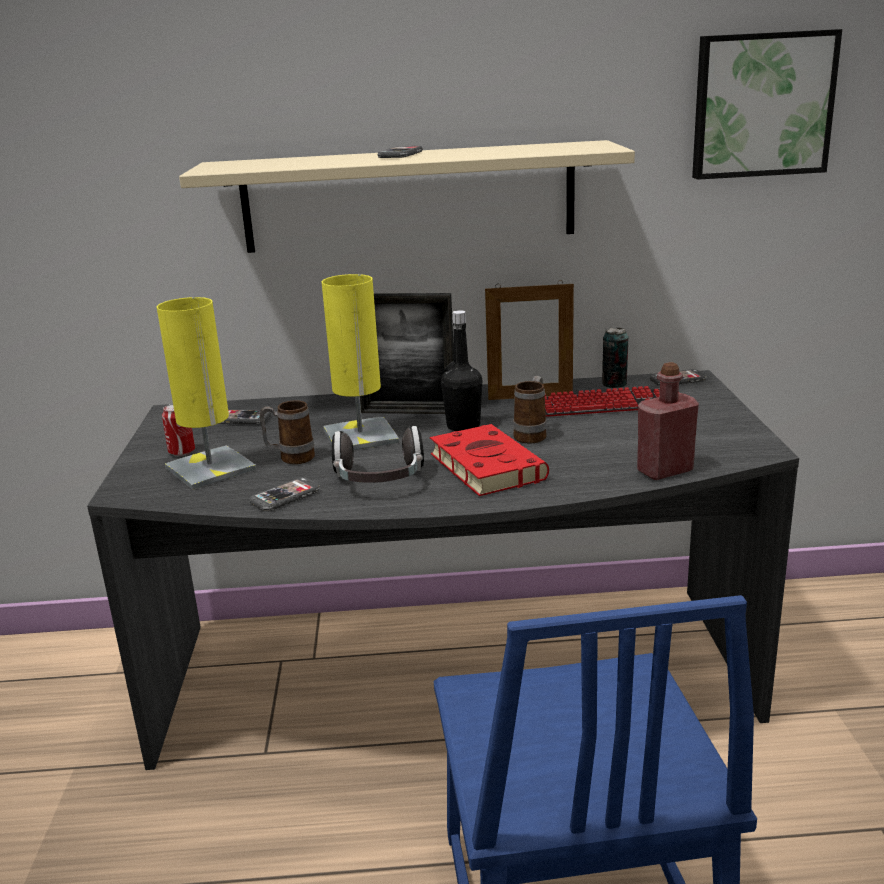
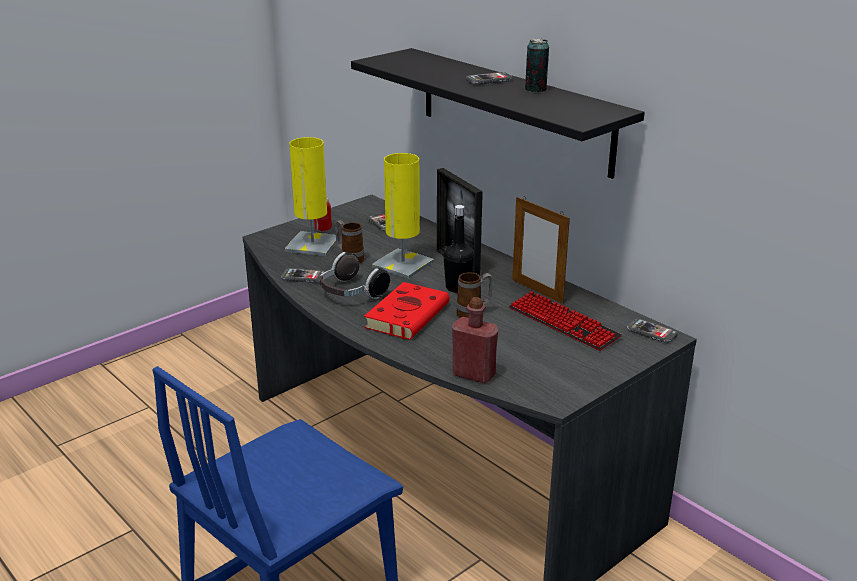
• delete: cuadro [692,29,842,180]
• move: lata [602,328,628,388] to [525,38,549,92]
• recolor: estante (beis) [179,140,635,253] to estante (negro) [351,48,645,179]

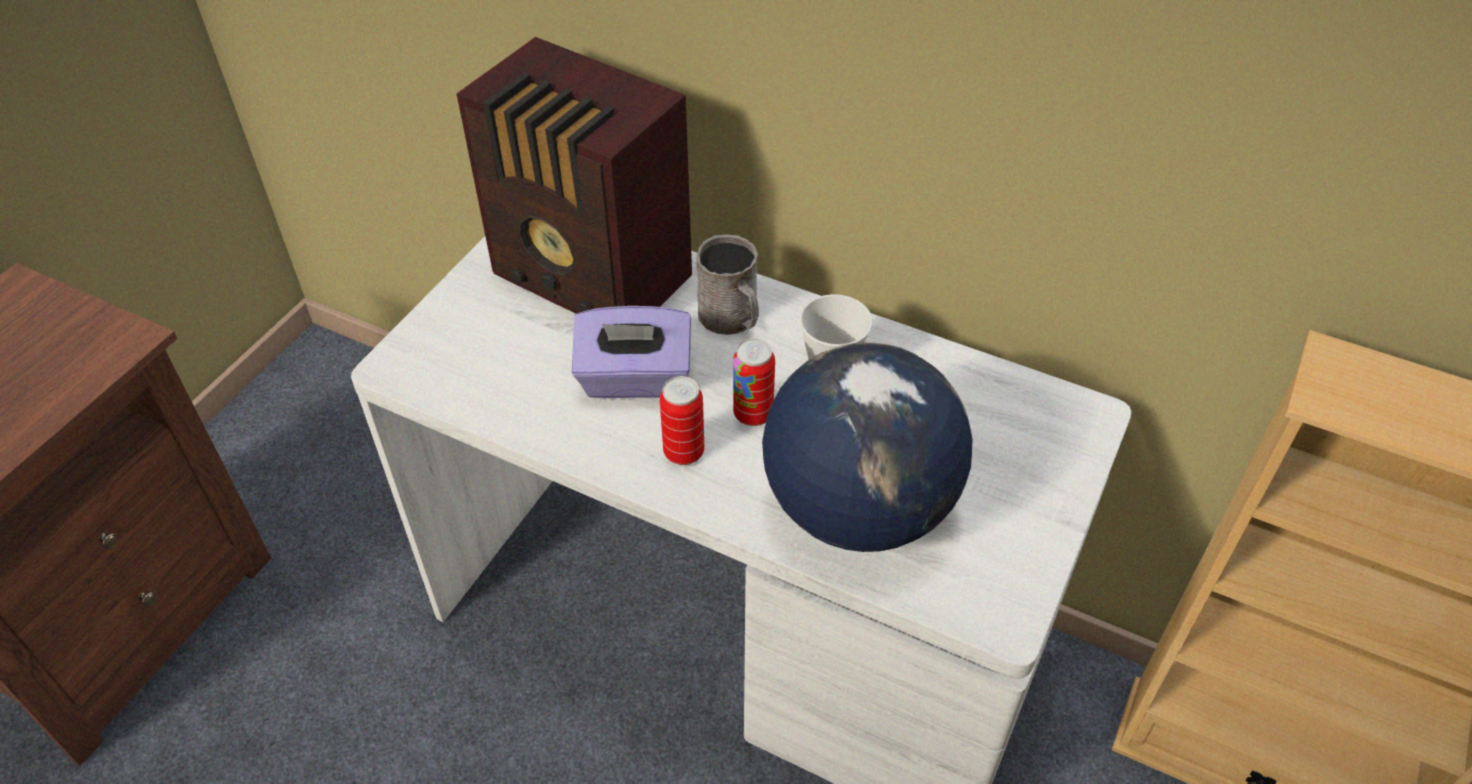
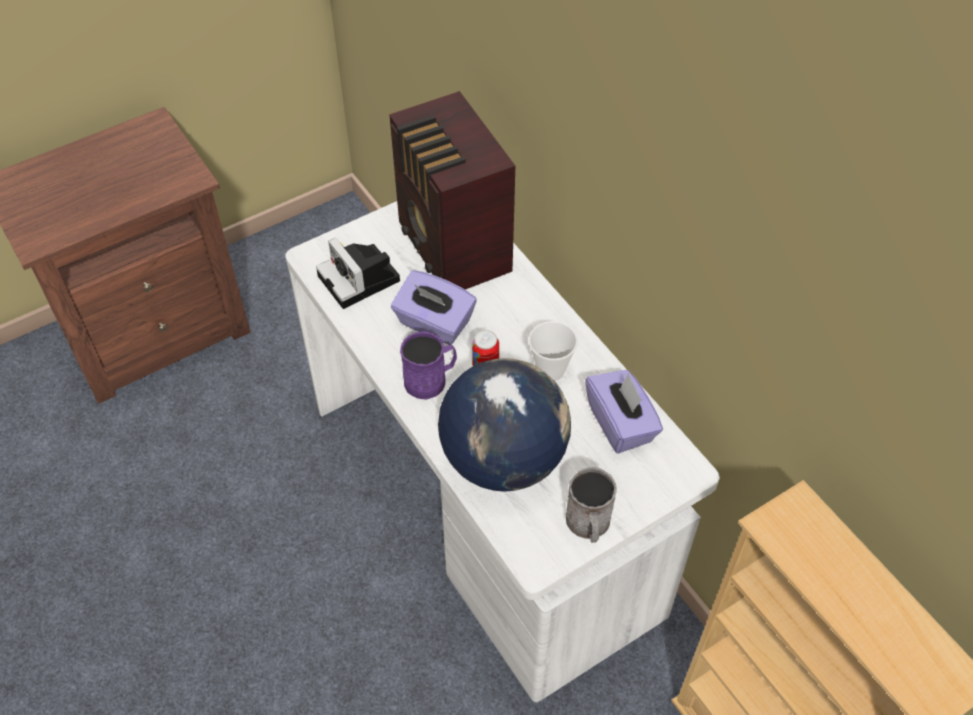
• insert: cámara [316,237,400,309]
• insert: caja de pañuelos (morado) [585,370,663,453]
• move: taza grande (gris) [696,234,759,335] to [566,467,617,543]
• replace: lata [660,376,704,465] to taza grande (morado) [400,331,457,400]

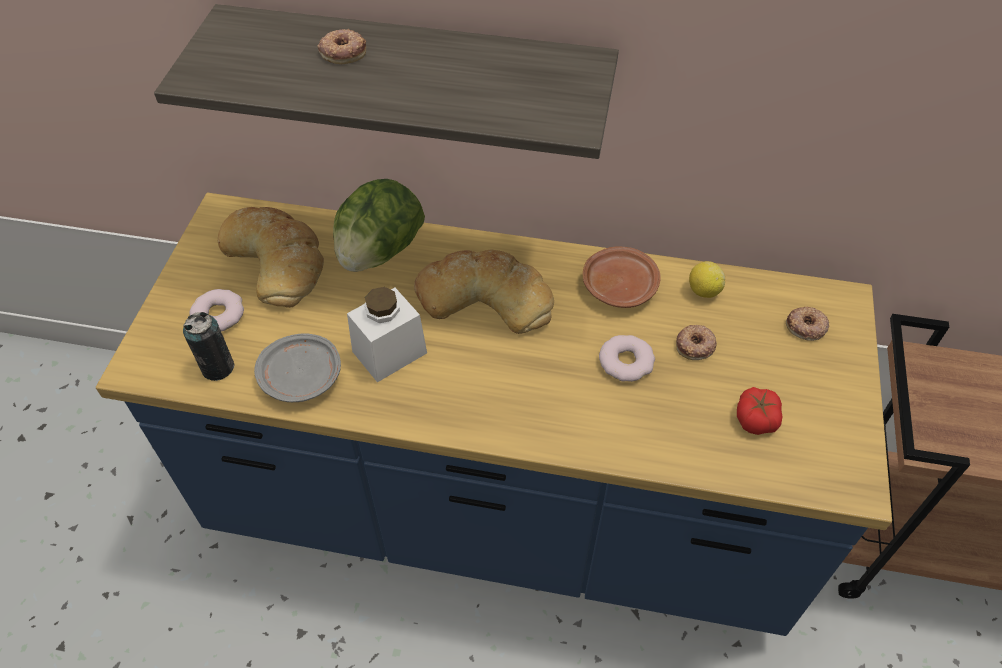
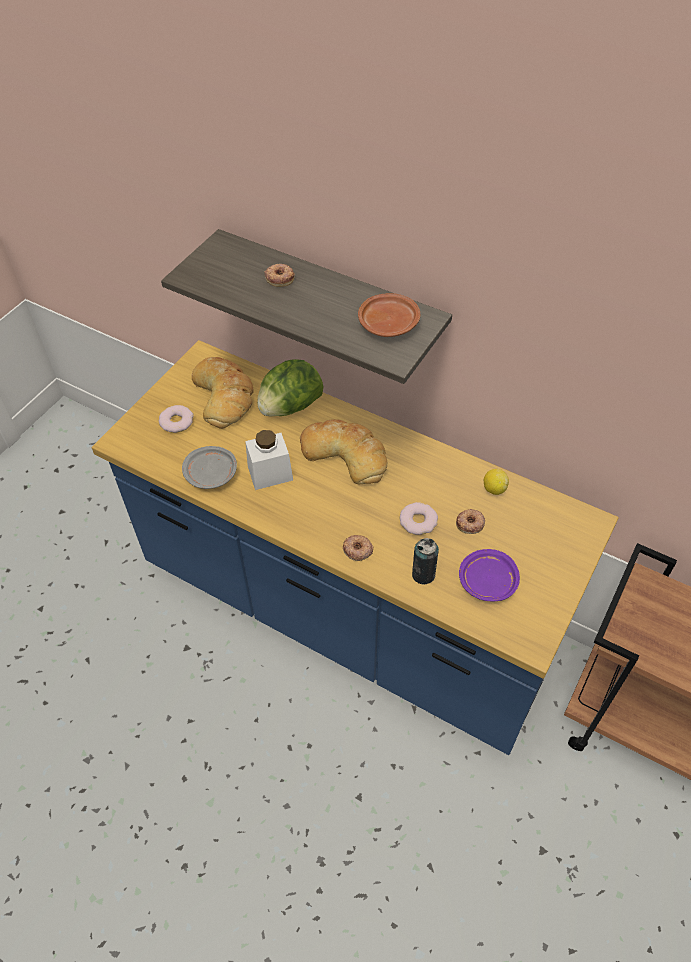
• move: lata [183,312,235,381] to [412,538,439,585]
• move: plato (marrón) [583,247,661,308] to [358,293,420,337]
• move: rosquilla [786,306,830,341] to [342,535,373,561]
• replace: tomate [737,387,783,435] to plato (morado) [459,549,520,601]

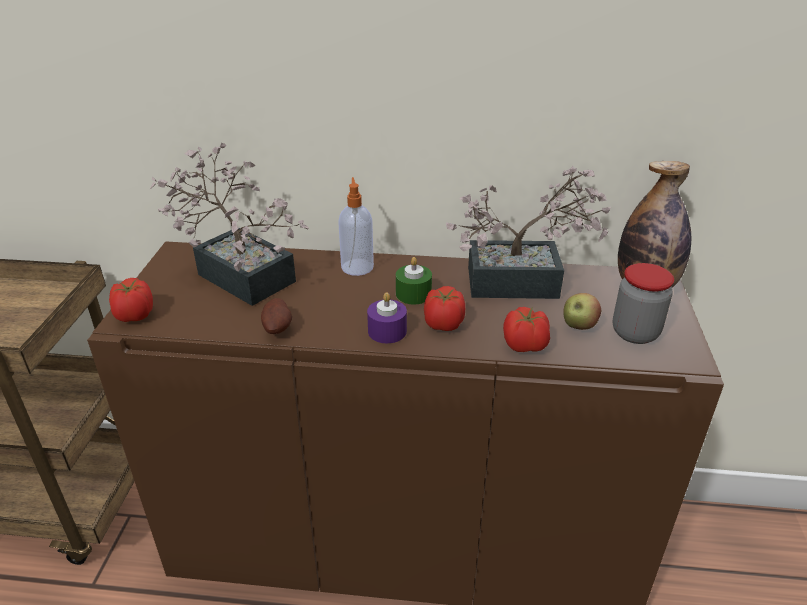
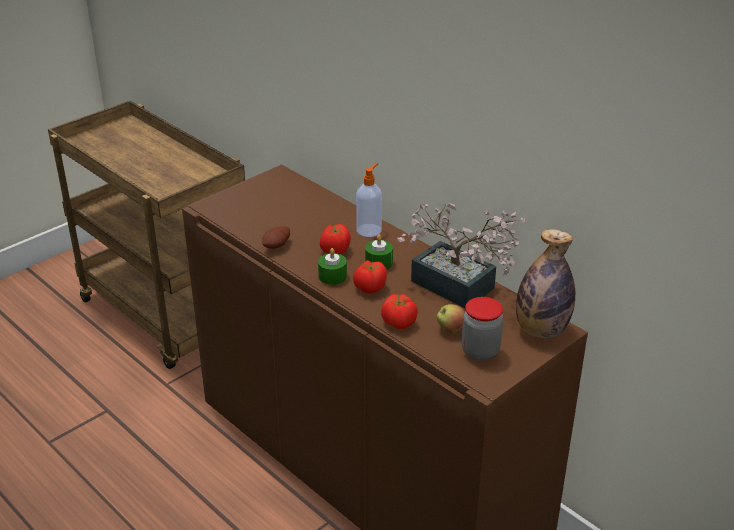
• delete: planta en maceta [150,143,309,306]
• move: tomate [109,278,153,322] to [320,224,351,254]
• recolor: vela (morado) [367,292,407,343] to vela (verde) [318,248,347,285]

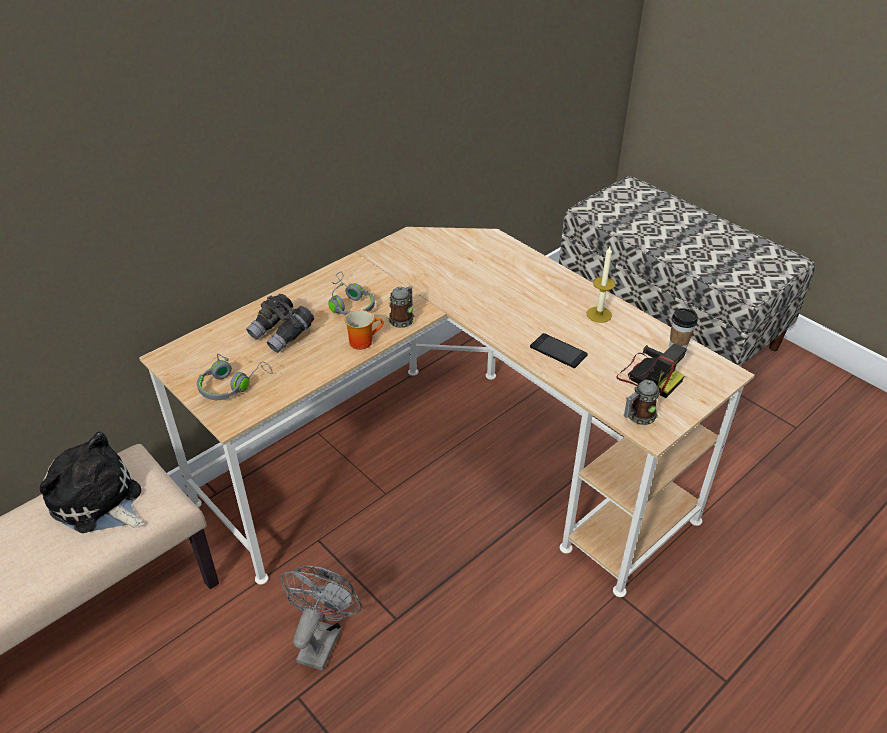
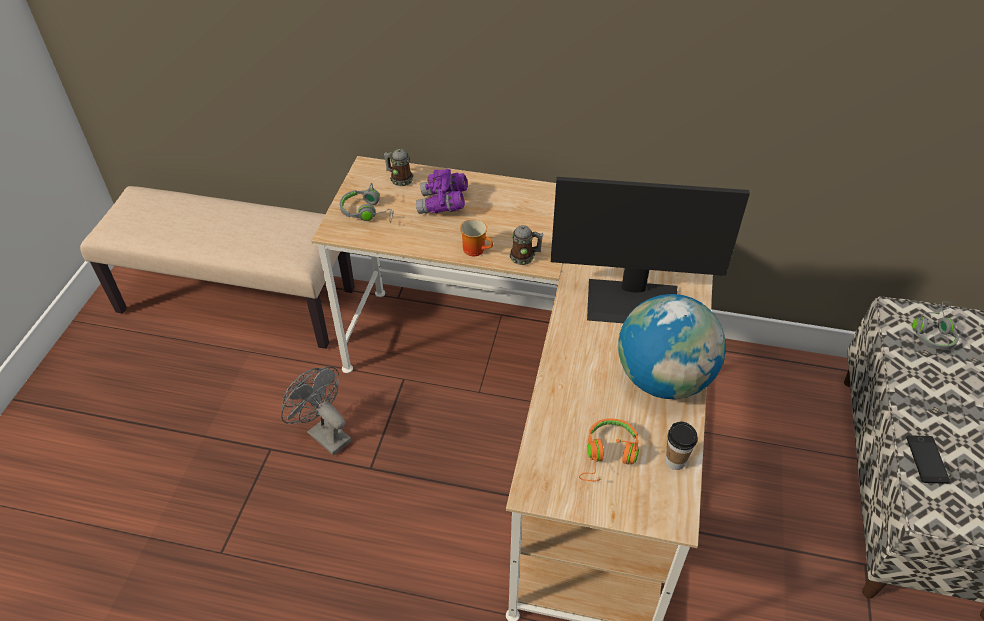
• delete: peluche [40,432,143,533]
• insert: monitor [551,177,750,323]
• move: auriculares (gris) [328,272,375,315] to [912,302,959,350]
• move: móvil [530,333,588,368] to [906,435,950,484]
• move: taza grande [624,380,660,425] to [384,149,414,186]
• replace: vela [587,247,615,323] to globo terráqueo [618,294,726,399]
• replace: cámara [616,344,687,398] to auriculares (naranja) [579,418,639,481]
• recolor: prismáticos (gris) [246,294,314,353] to prismáticos (morado) [416,169,468,214]
• rotate: ventilador (gris) [280,566,362,670] = [281,367,351,456] 120 degrees counterclockwise

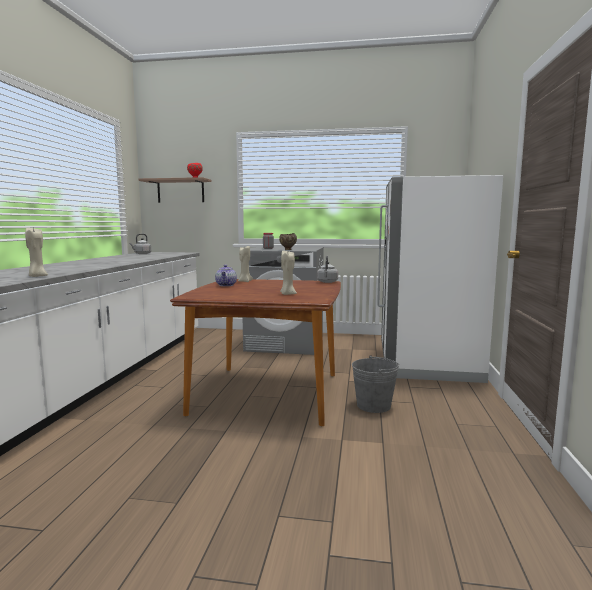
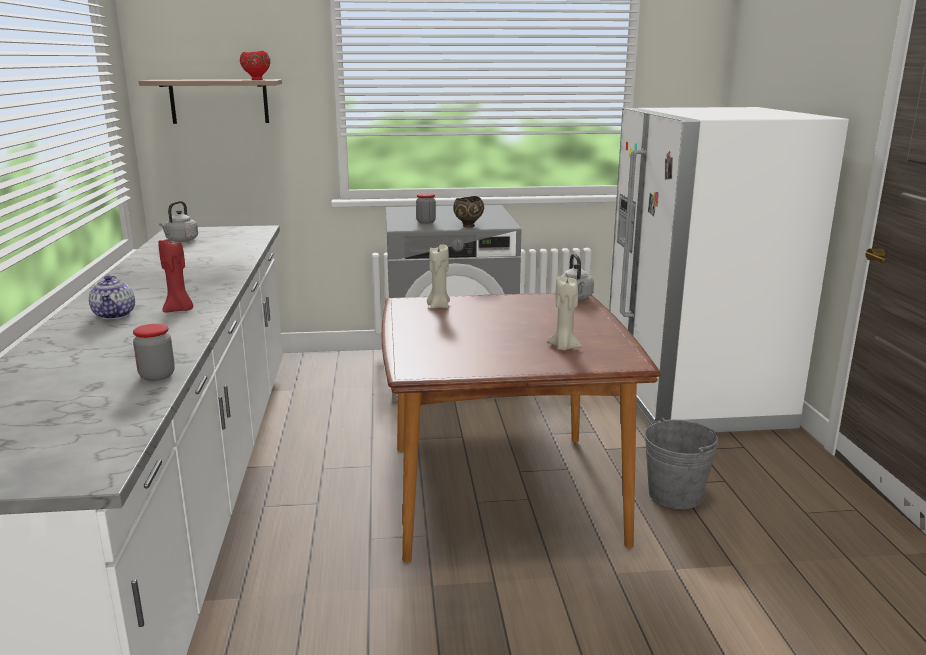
• insert: vela (rojo) [158,239,193,312]
• move: tetera [215,265,237,286] to [89,275,135,319]
• replace: vela (beis) [25,228,48,277] to tarro [133,324,175,381]

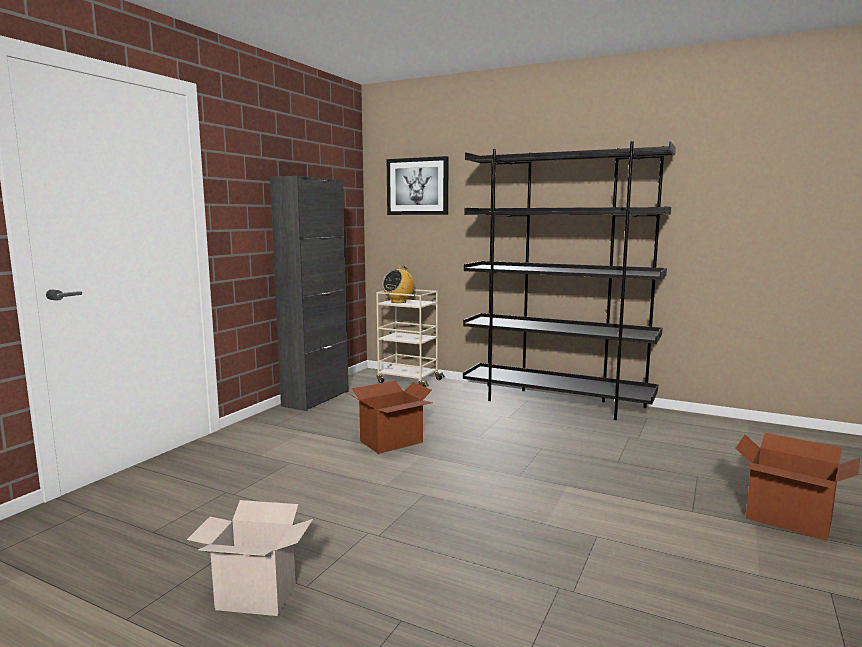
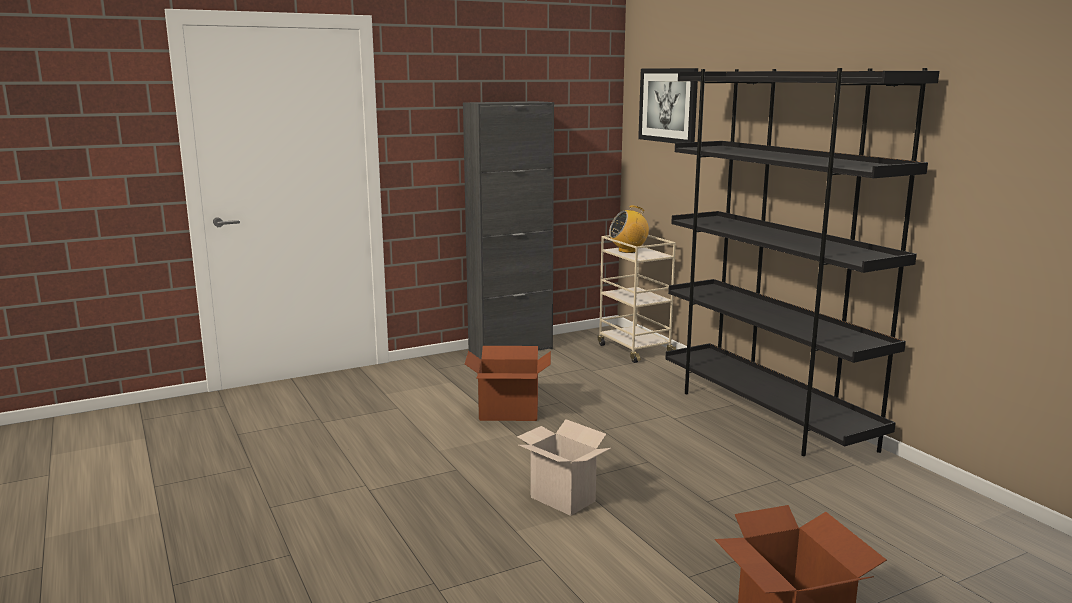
• move: caja de cartón [187,500,313,616] to [517,419,611,516]

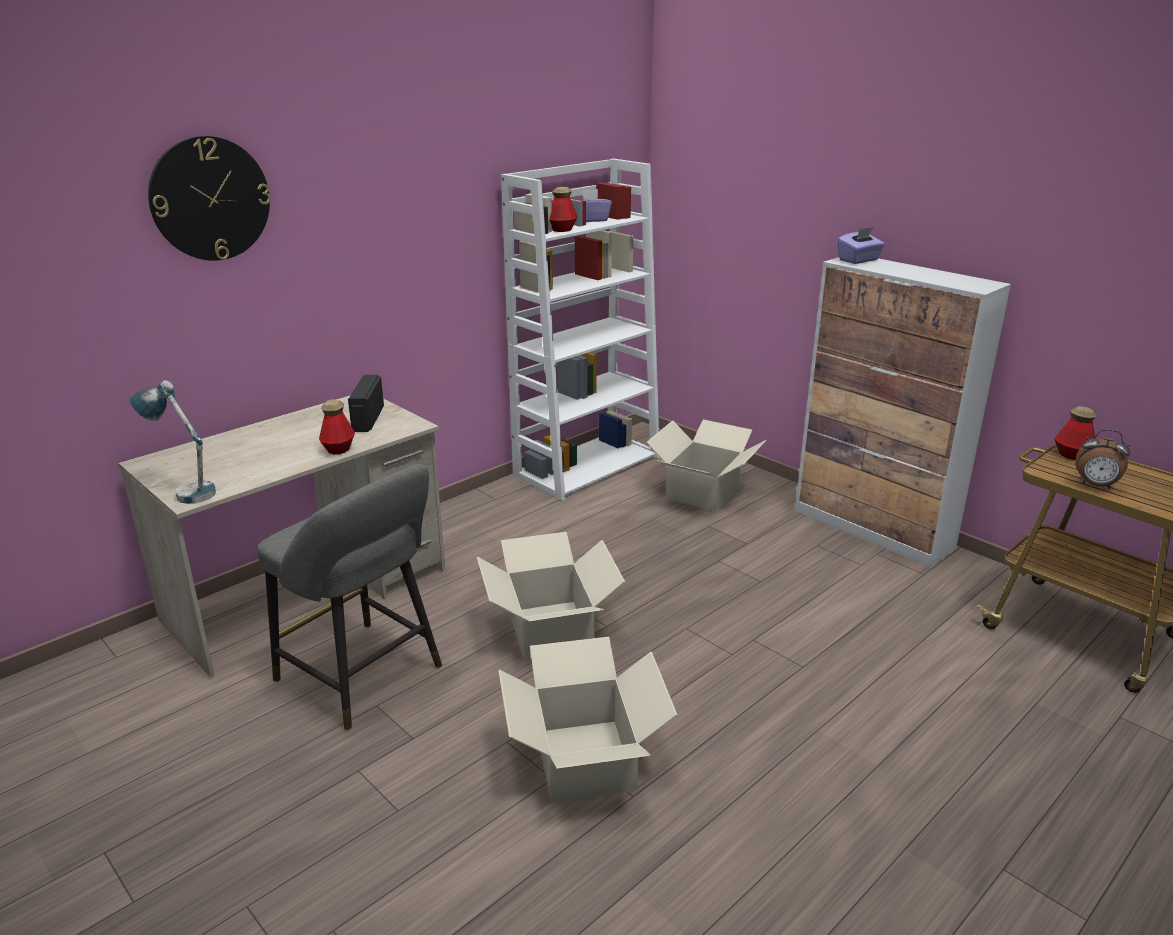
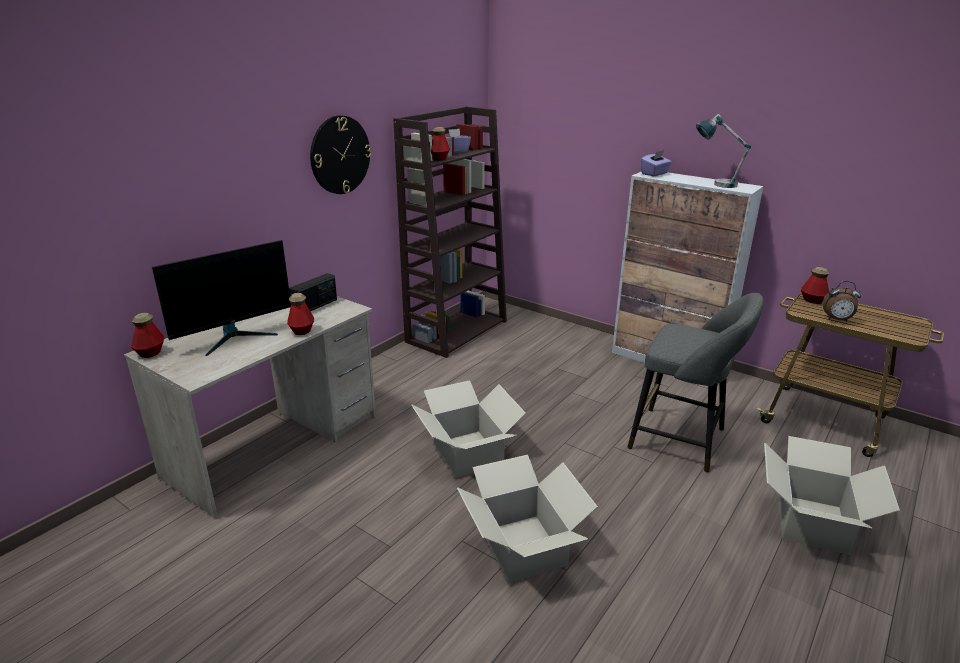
• insert: botella [131,313,164,358]
• insert: monitor [152,240,291,356]
• move: lámpara de mesa [130,380,216,504] to [696,114,751,188]
• move: reloj de pared [148,136,271,261] to [310,115,372,194]
• move: taburete (gris) [258,464,442,730] to [627,293,764,473]
• move: caja de cartón [646,419,766,512] to [764,436,900,555]
• recolor: estantería (blanco) [501,159,659,500] to estantería (marrón) [393,106,507,358]
• rotate: radio [348,375,384,432] = [289,273,337,311] 135 degrees counterclockwise

